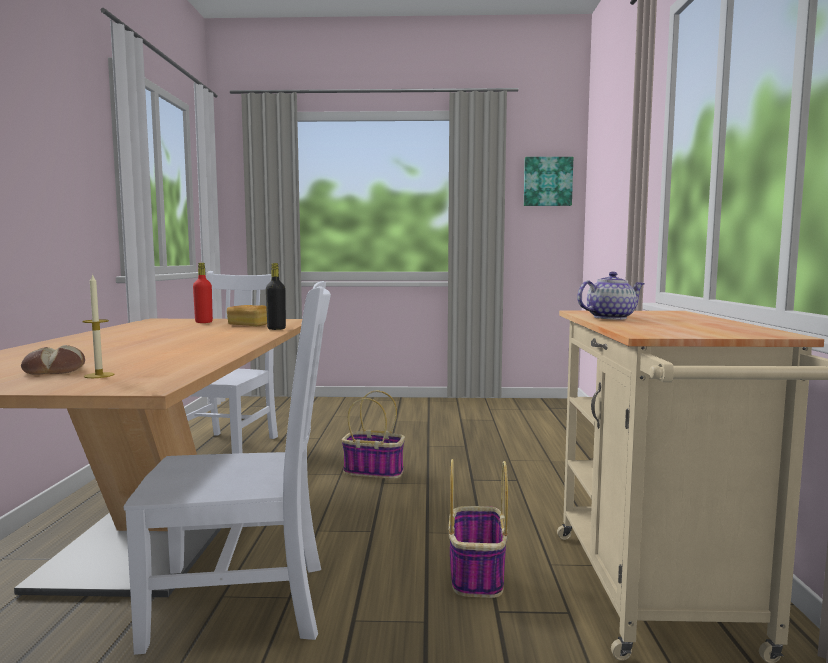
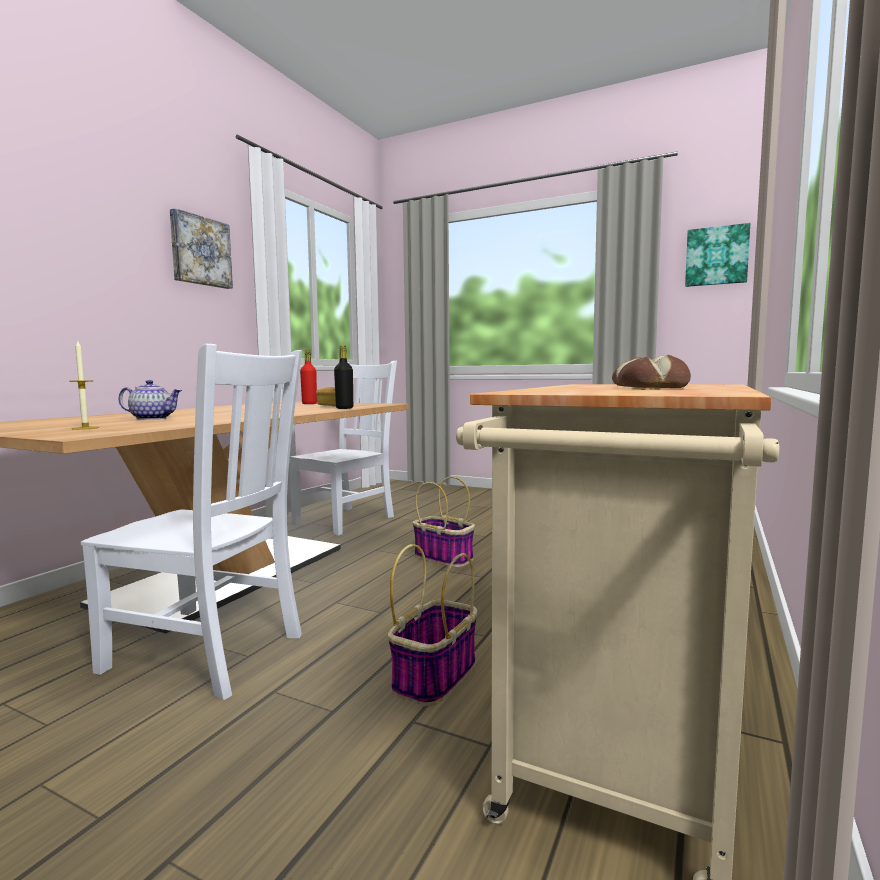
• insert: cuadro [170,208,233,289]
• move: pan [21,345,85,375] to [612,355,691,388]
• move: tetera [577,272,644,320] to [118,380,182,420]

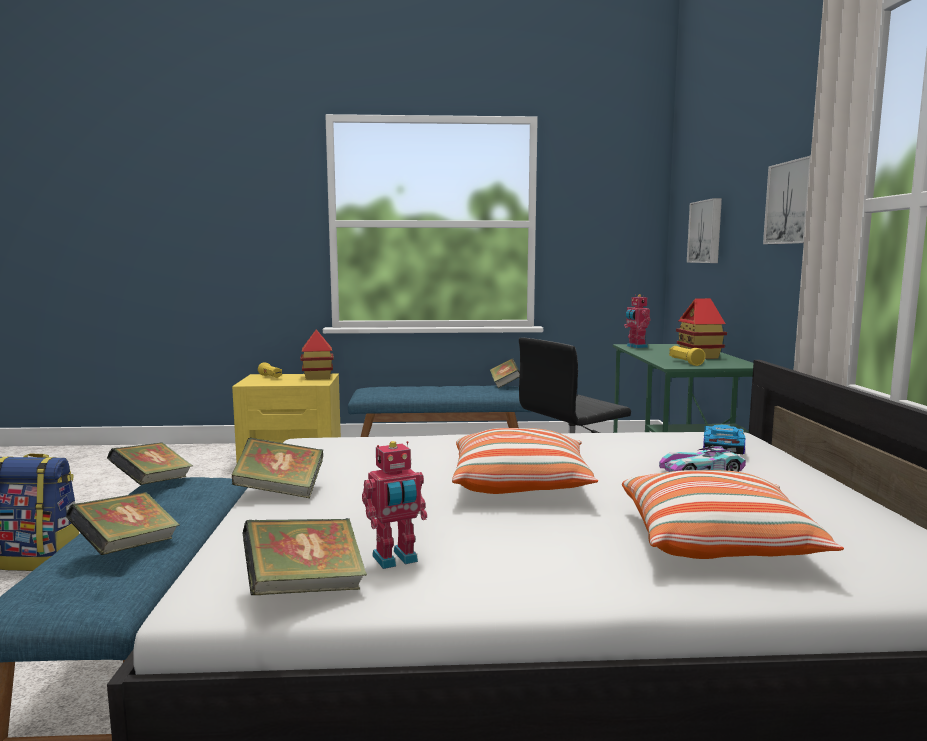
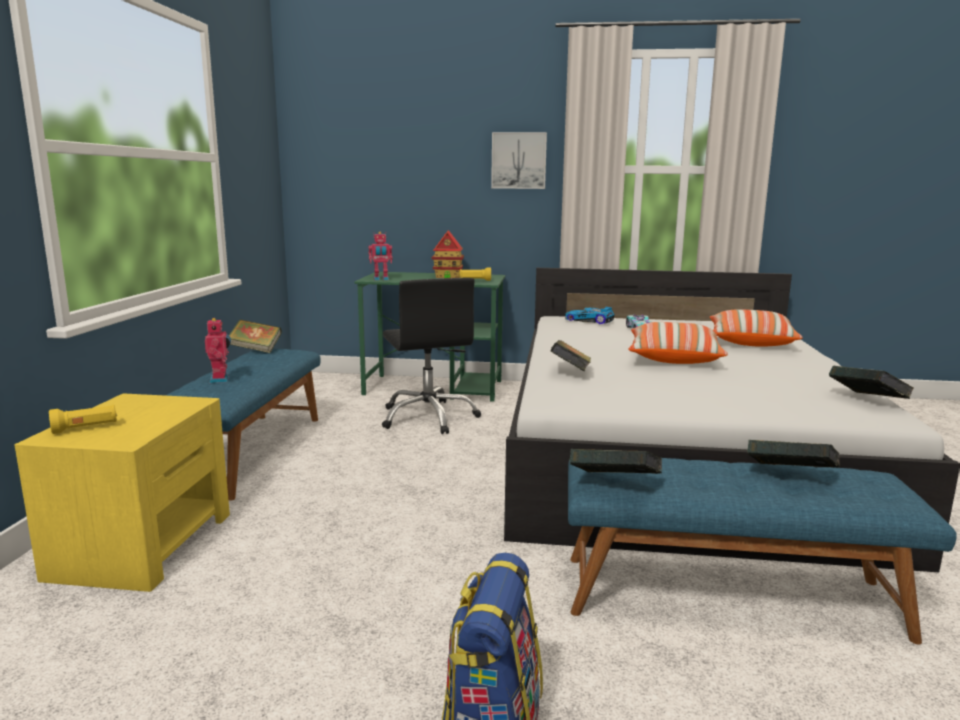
• delete: casita [301,329,334,380]
• delete: cuadro [687,198,722,263]
• move: libro [231,438,323,498] to [550,340,591,371]
• move: robot de juguete [362,441,427,569] to [205,317,231,383]

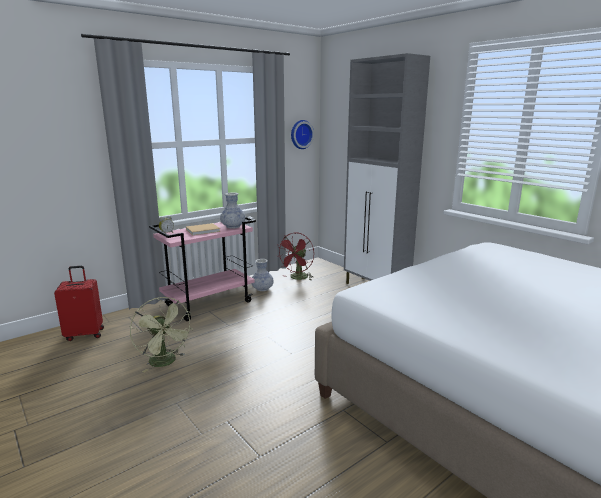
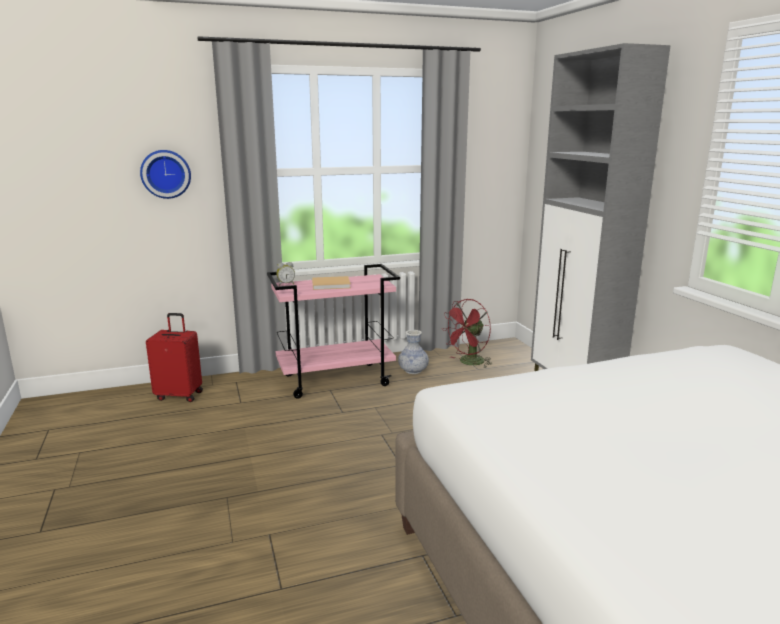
• delete: ventilador (verde) [130,297,193,372]
• delete: florero [220,192,245,228]
• move: reloj de pared [291,120,314,149] to [140,150,191,199]

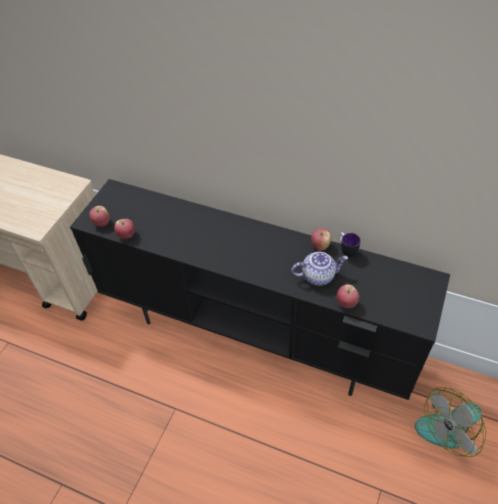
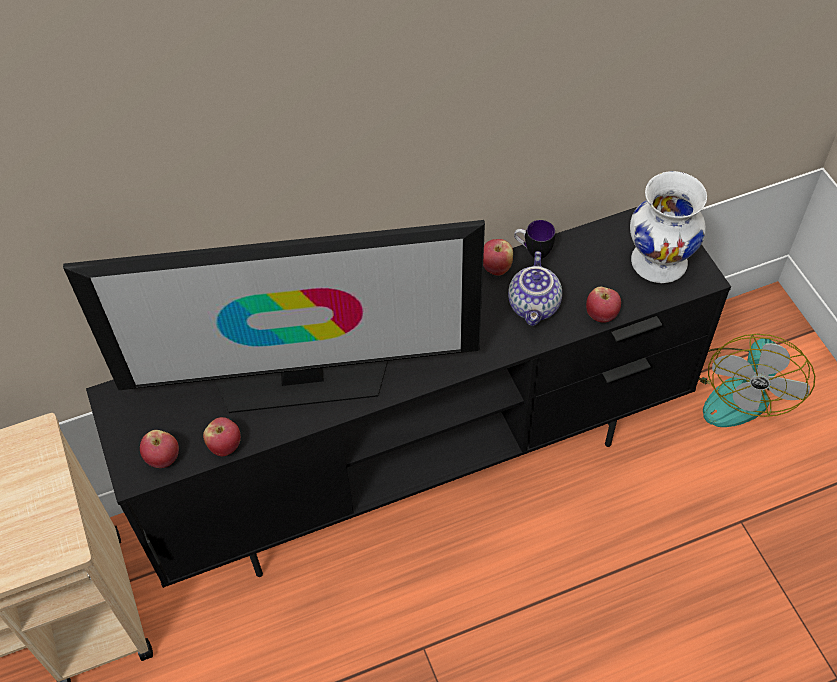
• insert: televisor [63,220,485,413]
• insert: florero (blanco) [630,171,707,283]
• rotate: tetera [291,252,348,286] = [508,251,562,326] 150 degrees clockwise

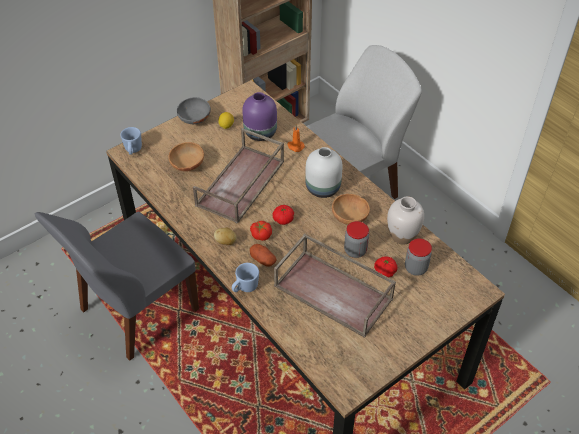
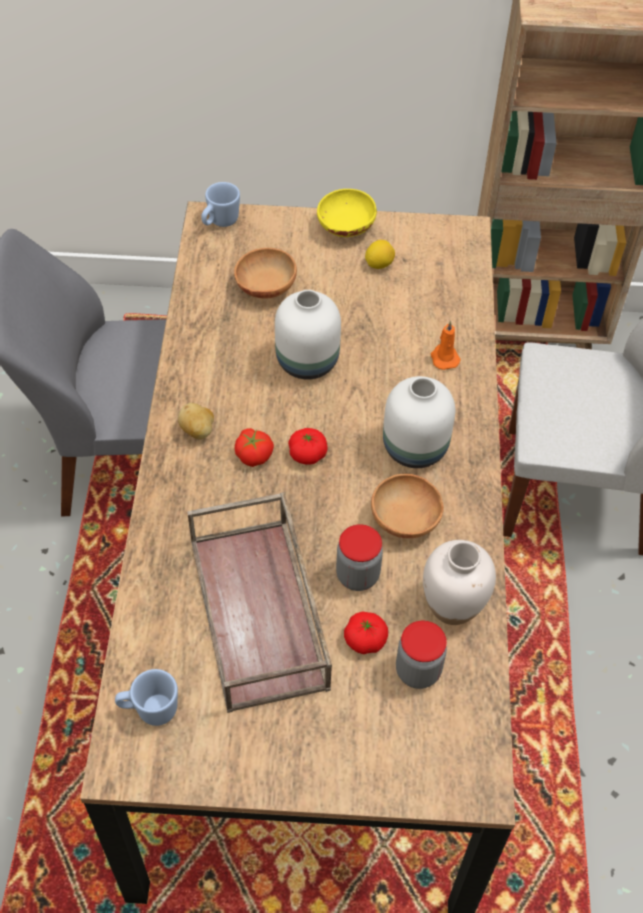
• delete: florero (morado) [242,92,277,141]
• delete: patata [250,244,277,266]
• move: taza grande (azul) [232,263,259,292] to [115,669,178,726]
• replace: bandeja (marrón) [193,128,284,224] to florero (blanco) [275,290,341,379]
• recolor: cuenco (gris) [177,97,211,124] to cuenco (amarillo) [317,189,377,237]

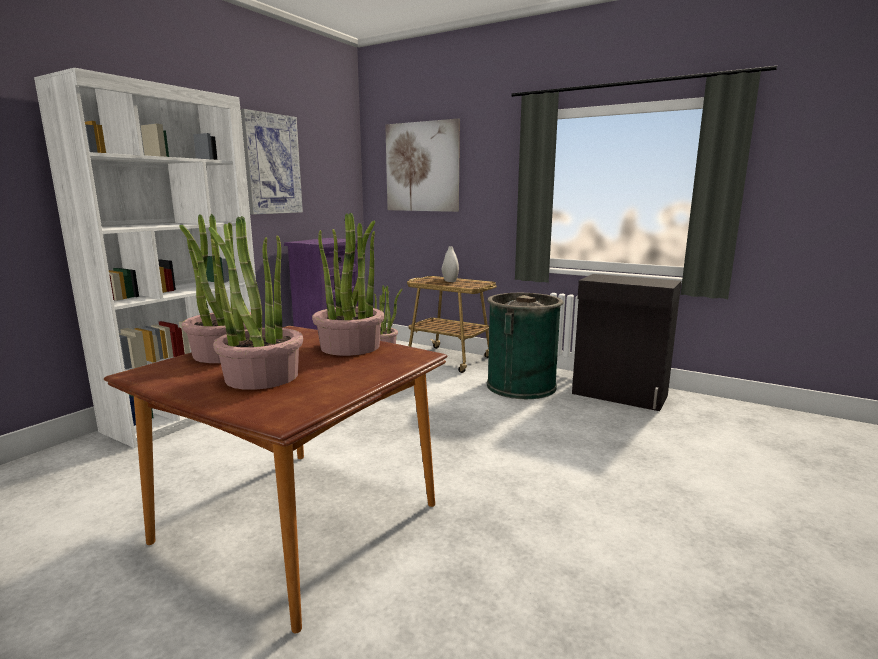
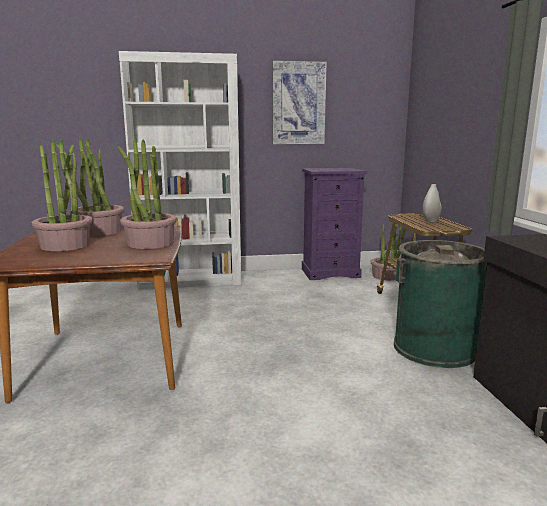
• delete: cuadro [385,119,460,212]

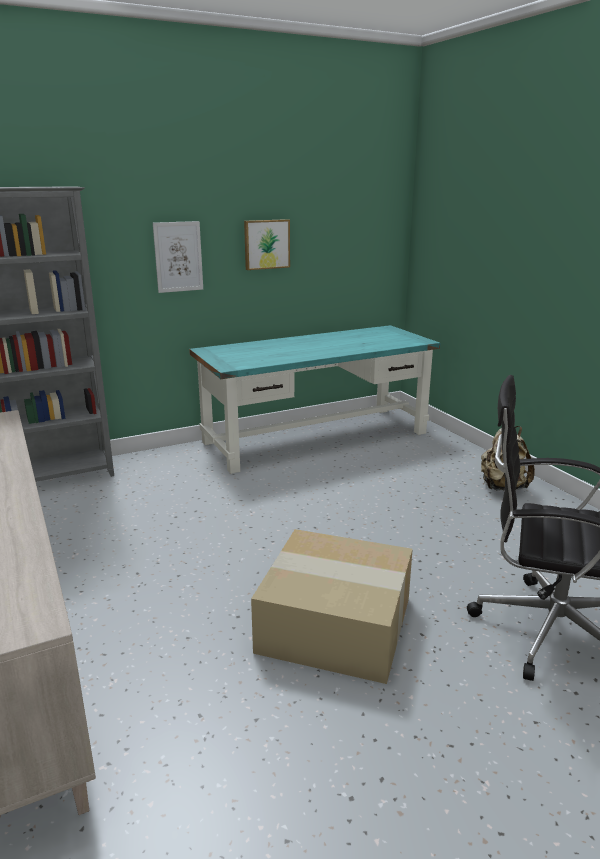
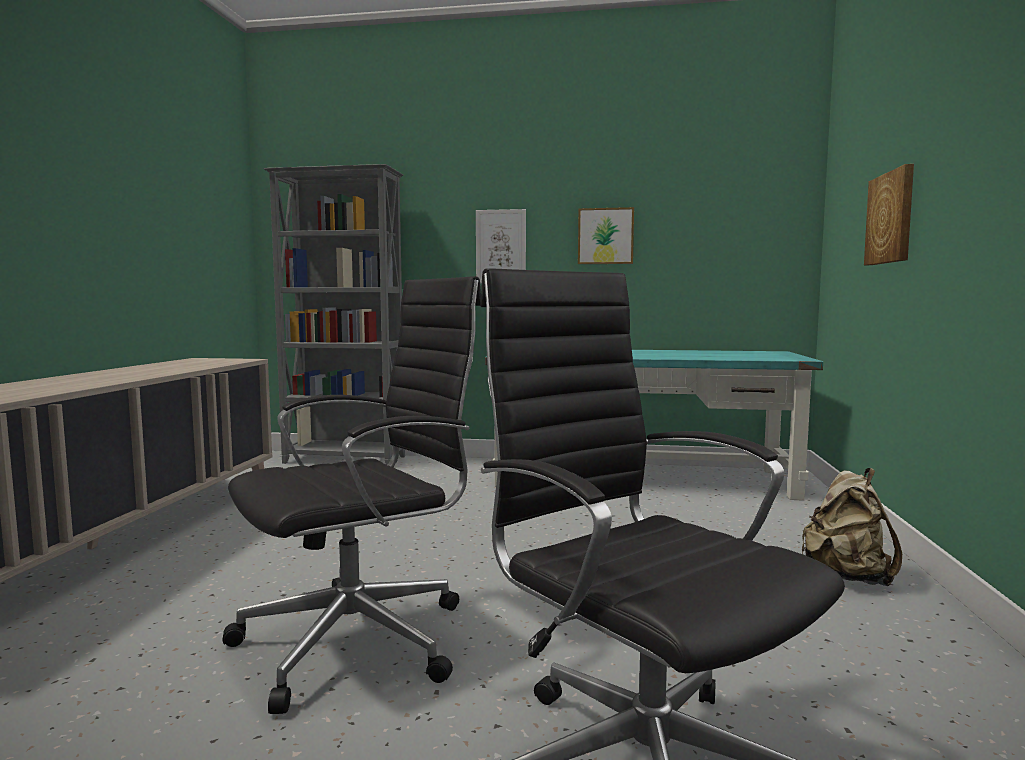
• insert: cuadro [864,164,914,265]
• replace: caja de cartón [251,529,413,684] to silla de oficina (negro) [223,276,481,714]

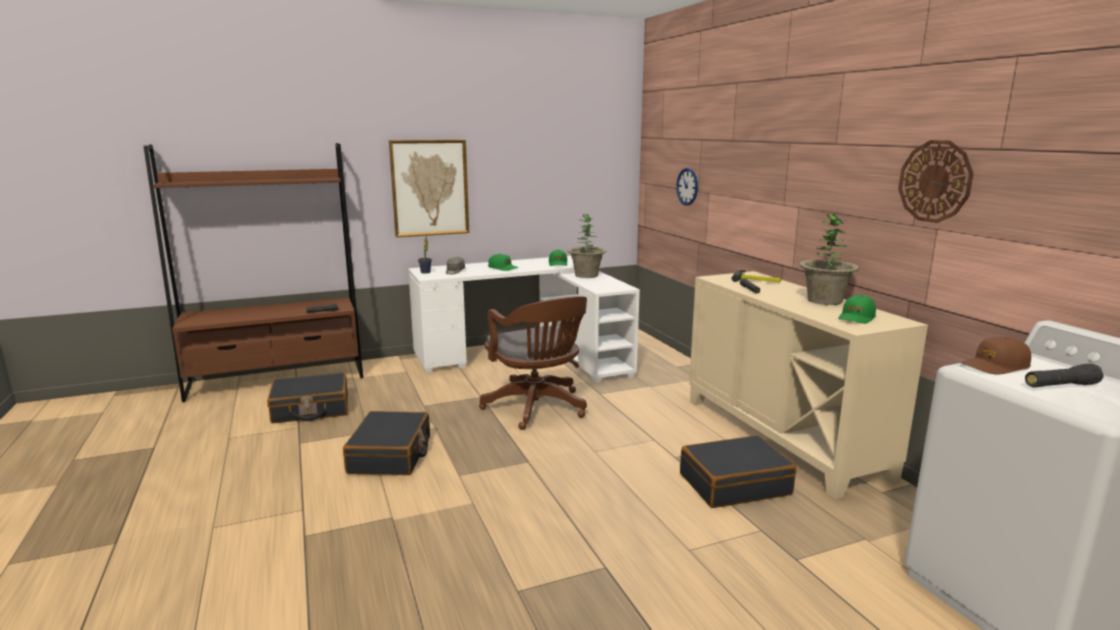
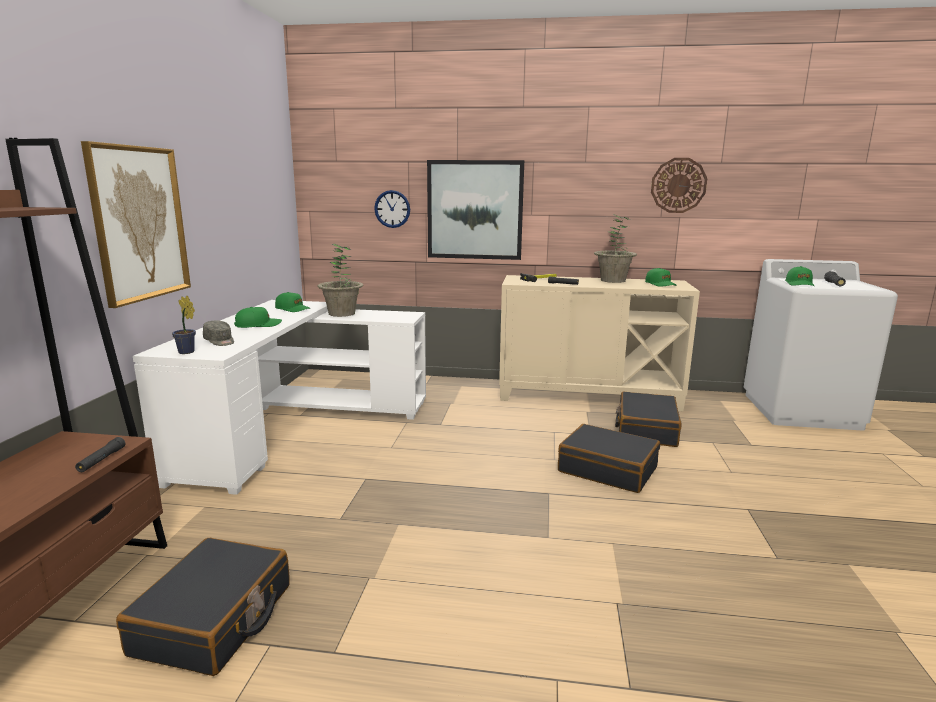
• delete: silla de oficina (marrón) [479,296,587,430]
• insert: cuadro [427,160,524,260]
• move: maleta (negro) [343,411,430,475] to [558,424,660,493]
• recolor: gorra (marrón) [961,337,1031,374] to gorra (verde) [785,266,814,286]

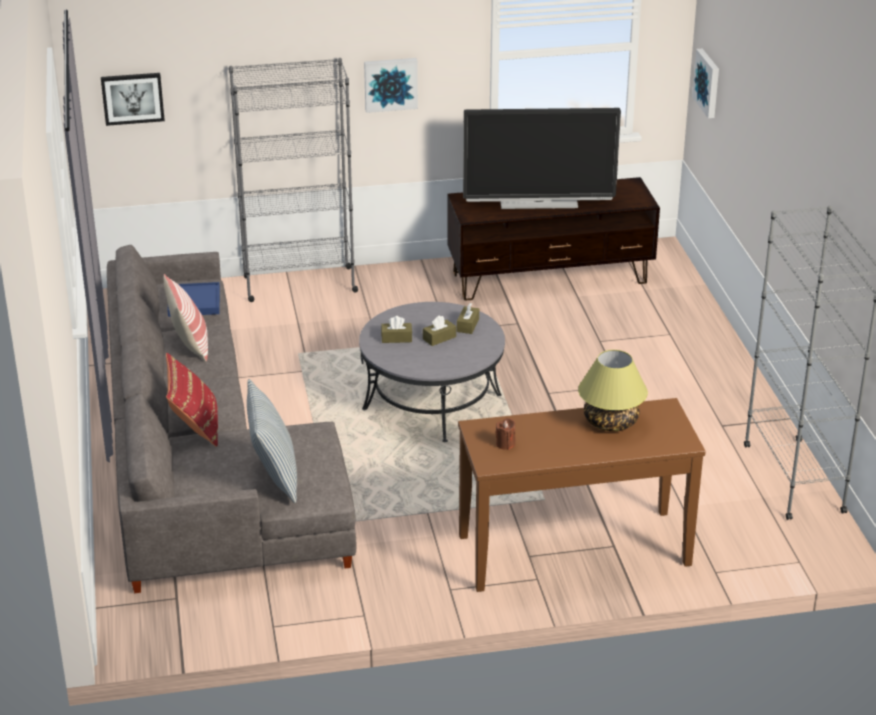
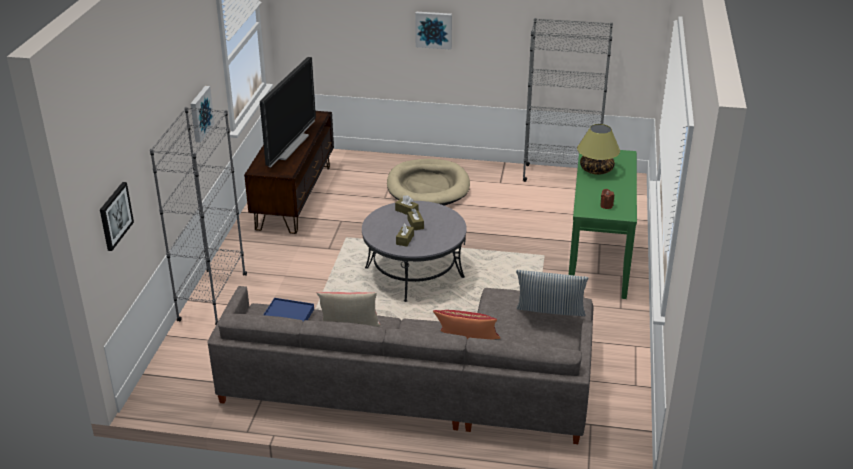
• insert: cama para perro (beis) [387,159,470,206]
• move: cuadro [692,49,719,118] to [415,12,452,49]
• recolor: mesa consola (marrón) [458,398,706,592] to mesa consola (verde) [568,150,637,299]

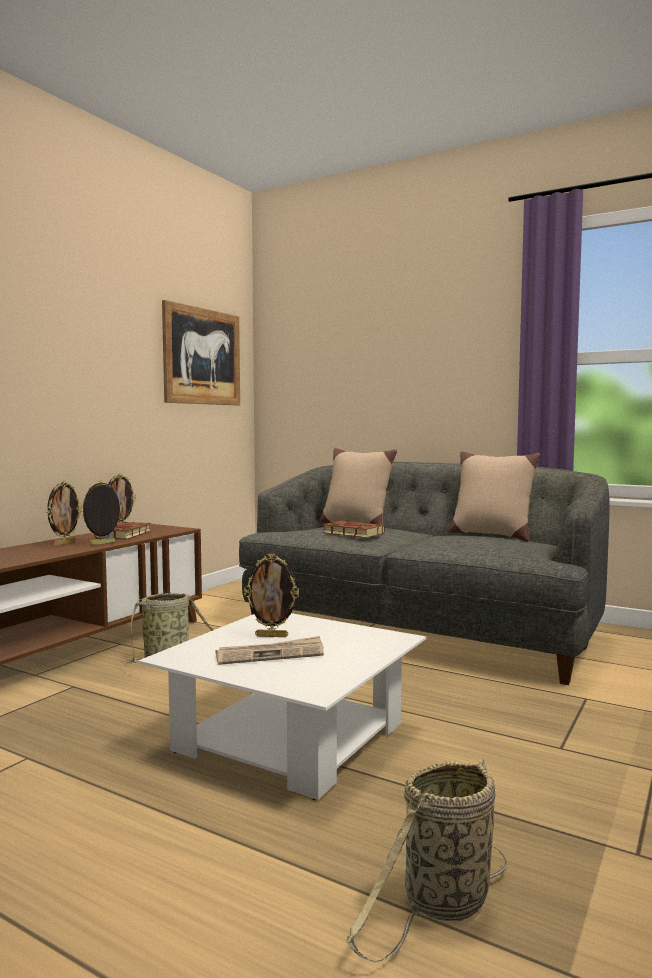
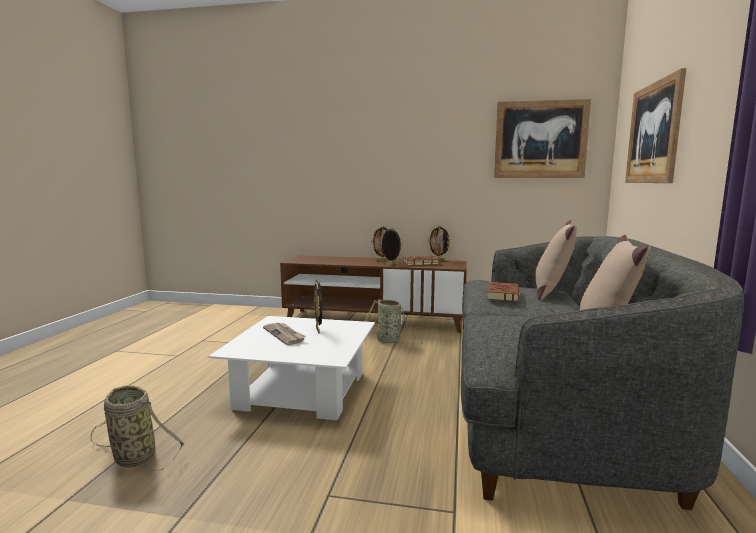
• insert: cuadro [625,68,686,183]

